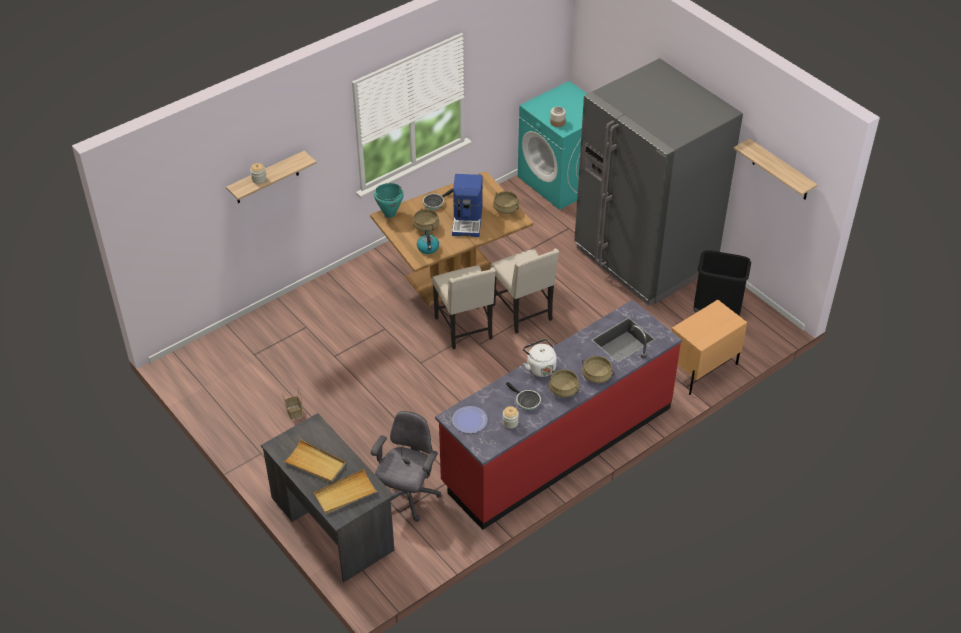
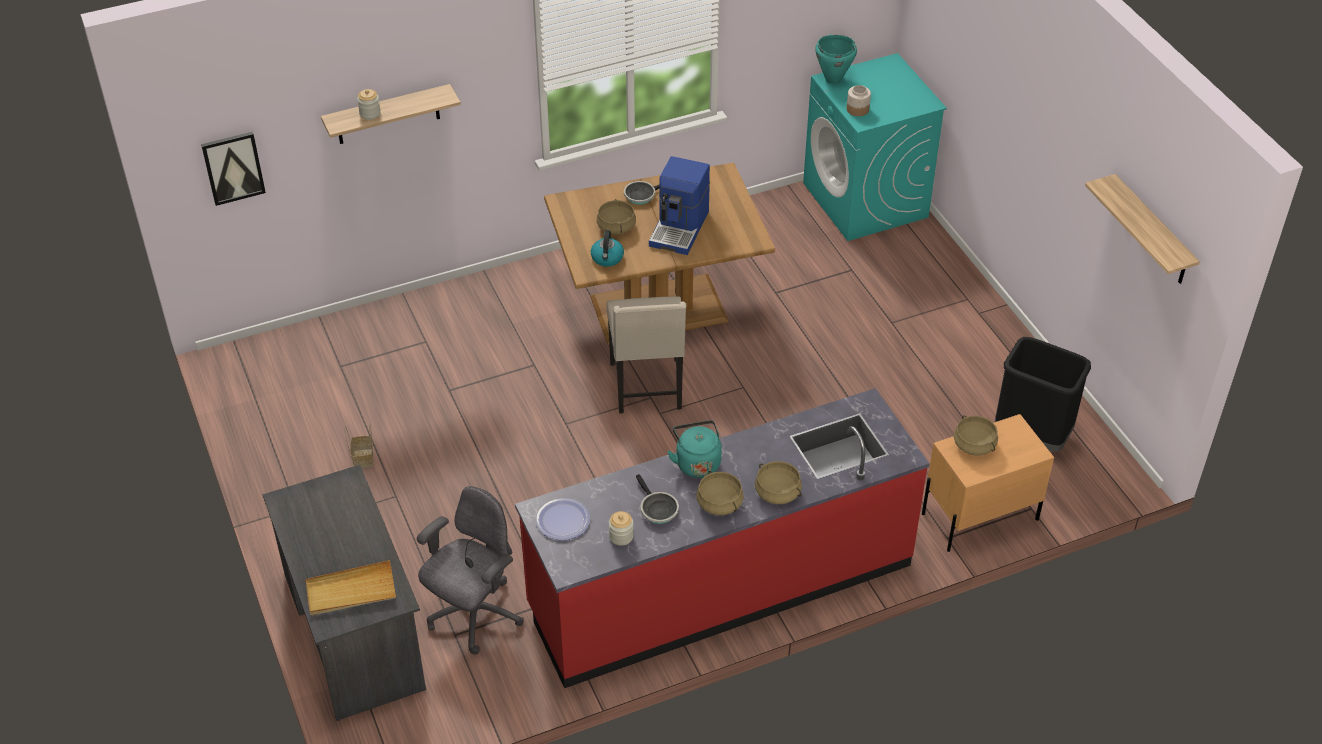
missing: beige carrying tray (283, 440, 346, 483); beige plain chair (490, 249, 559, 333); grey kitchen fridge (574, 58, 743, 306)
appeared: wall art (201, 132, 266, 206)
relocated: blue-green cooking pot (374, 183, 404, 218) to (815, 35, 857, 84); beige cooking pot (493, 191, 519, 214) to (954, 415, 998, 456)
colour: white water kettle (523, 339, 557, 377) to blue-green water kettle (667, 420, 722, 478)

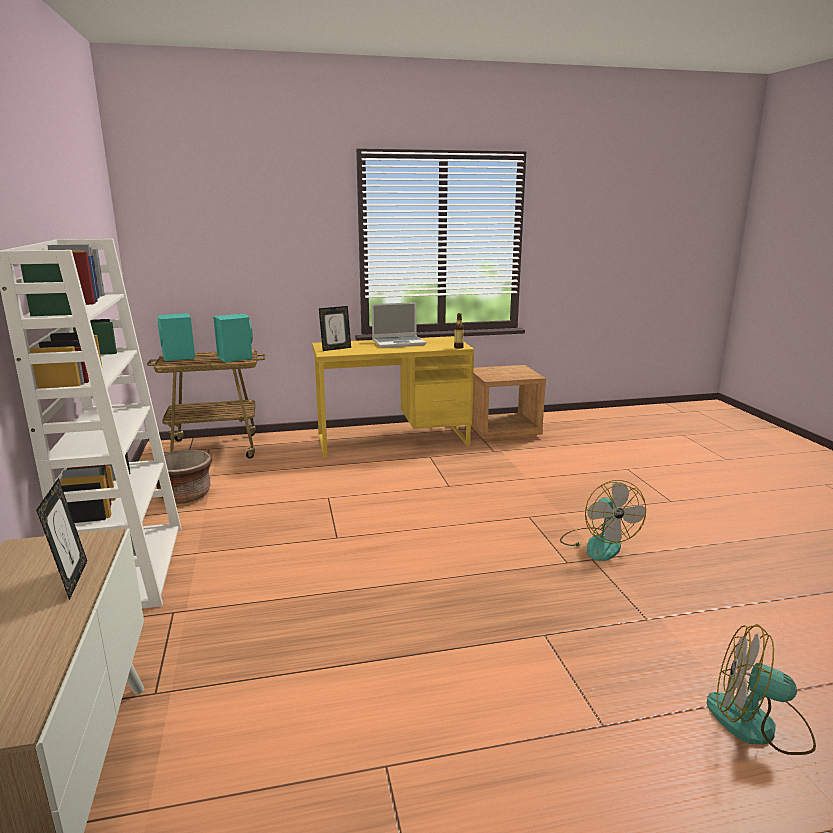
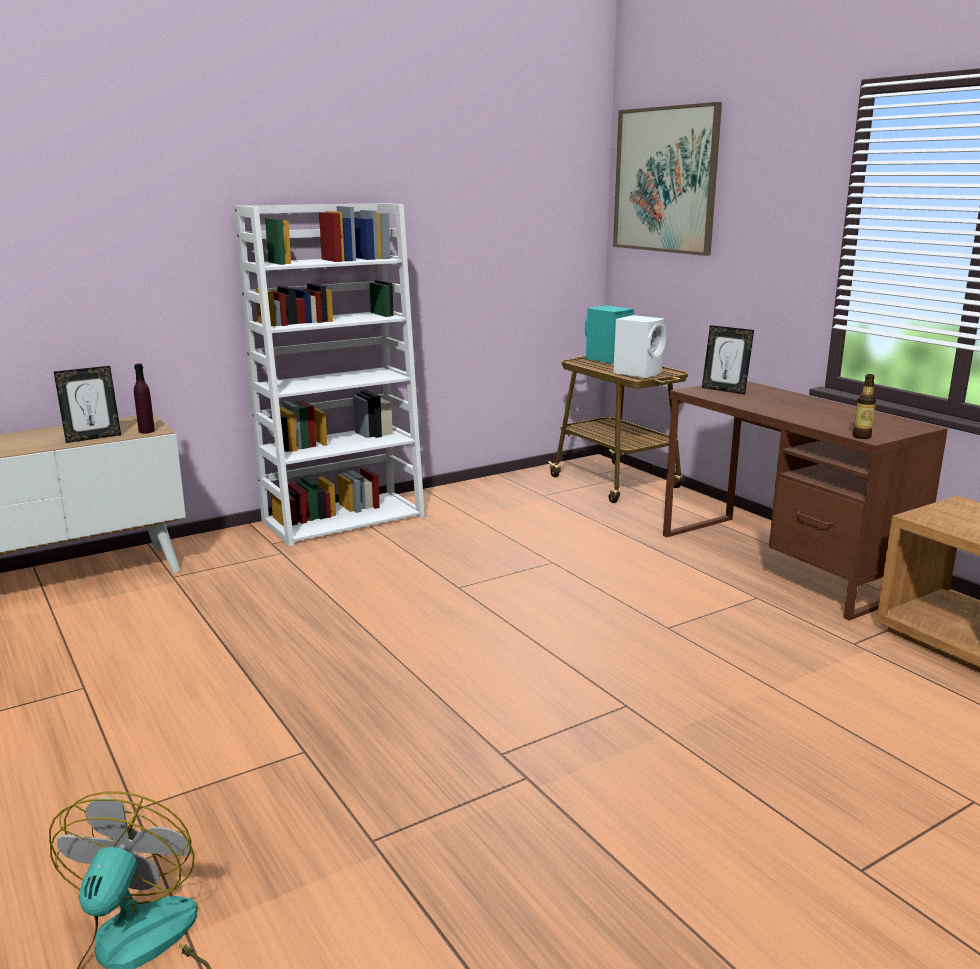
missing: brown-coloured flower pot (153, 450, 212, 503); laptop (372, 302, 426, 348); cooling fan (560, 480, 646, 561)
appeared: purplish beverage bottle (134, 364, 155, 433); wall art (613, 102, 722, 256)
colour: blue-green speaker (213, 314, 253, 362) to white speaker (613, 315, 667, 378); yellow desk (312, 336, 474, 458) to brown-coloured desk (663, 381, 948, 621)

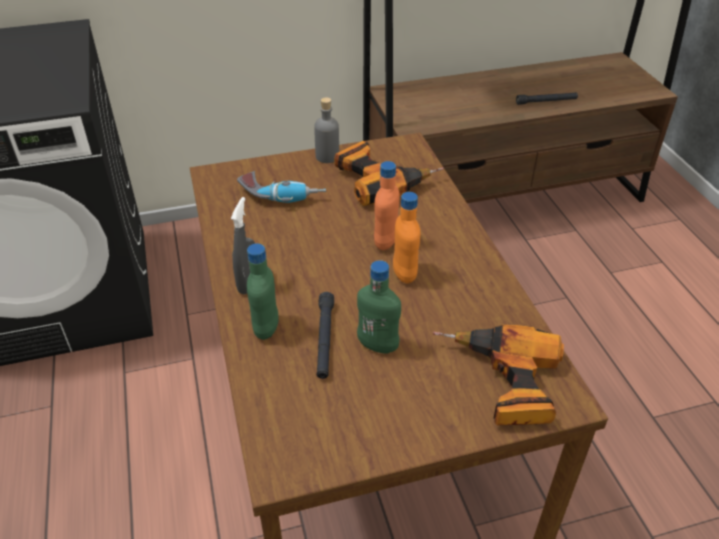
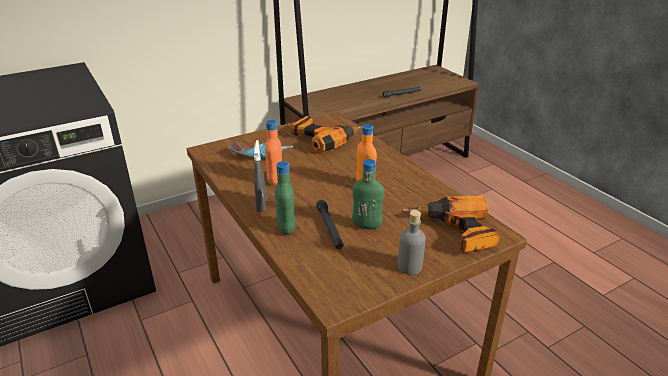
relocated: grey beverage bottle (314, 97, 339, 163) to (398, 210, 426, 275); orangey beverage bottle (374, 161, 399, 250) to (265, 120, 282, 186)

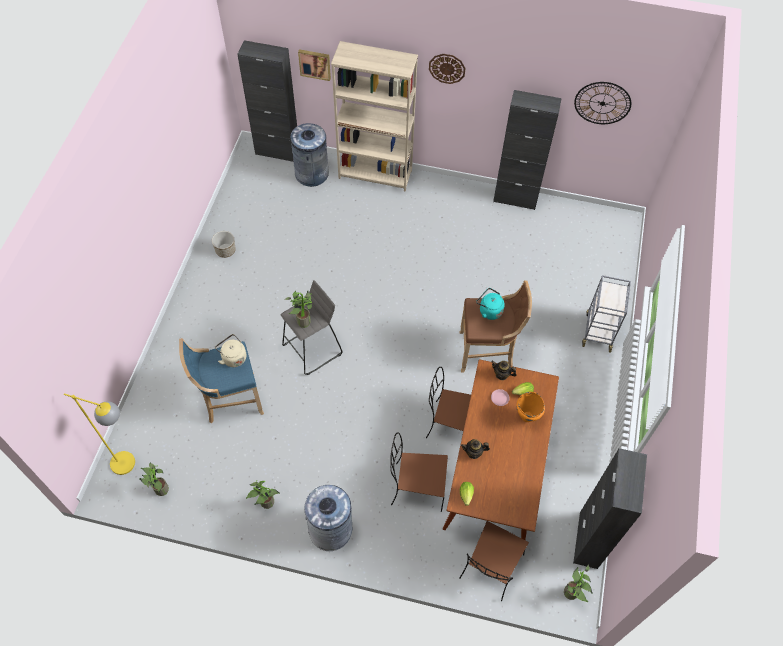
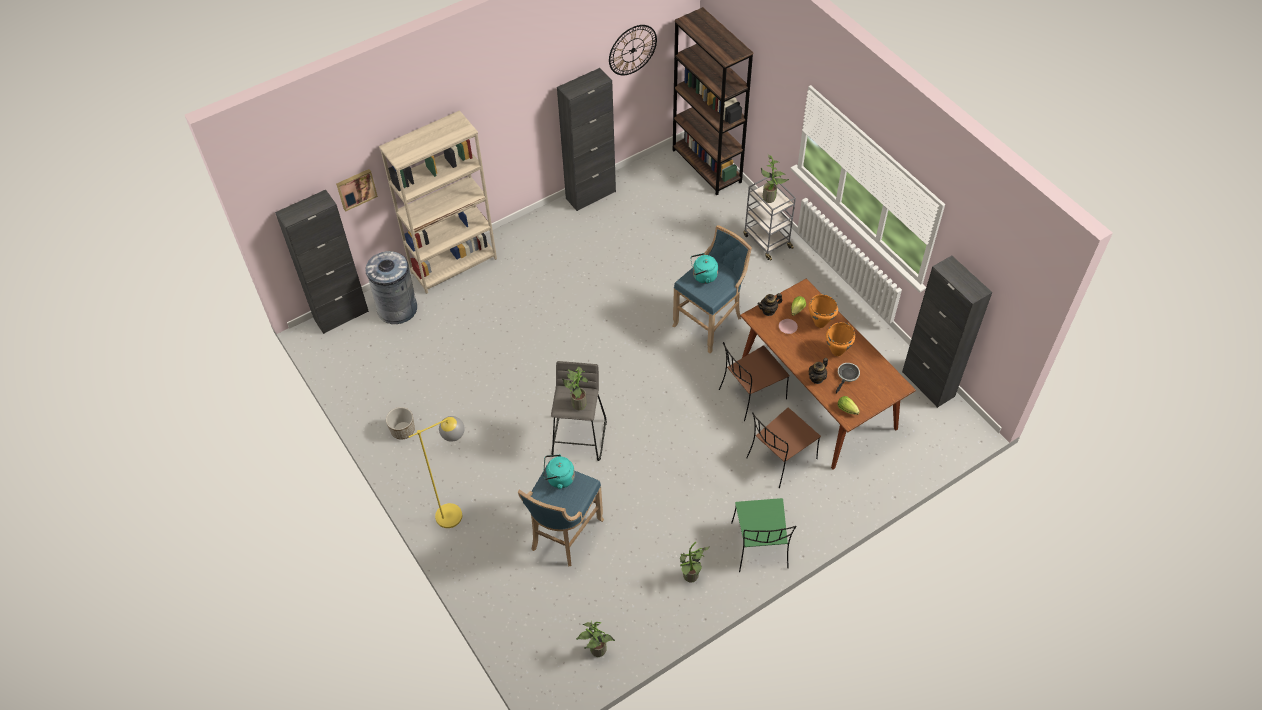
missing: hanging clock (429, 54, 465, 84); brown-coloured plain chair (460, 521, 529, 601)
appeared: brown-coloured bookcase (673, 7, 753, 195); orangey cooking pot (826, 322, 855, 356); frying pan (836, 363, 860, 394)
relocated: yellow standard lamp (64, 393, 135, 475) to (408, 416, 465, 528); plant in a pot (564, 564, 593, 603) to (761, 154, 789, 203)
exchanged: grey waste bin (304, 485, 352, 551) to green plain chair (731, 498, 796, 572)
colour: beige water kettle (215, 334, 246, 367) to blue-green water kettle (543, 454, 575, 489); brown-coloured sitting stool (459, 280, 532, 373) to bluish sitting stool (672, 225, 752, 354)

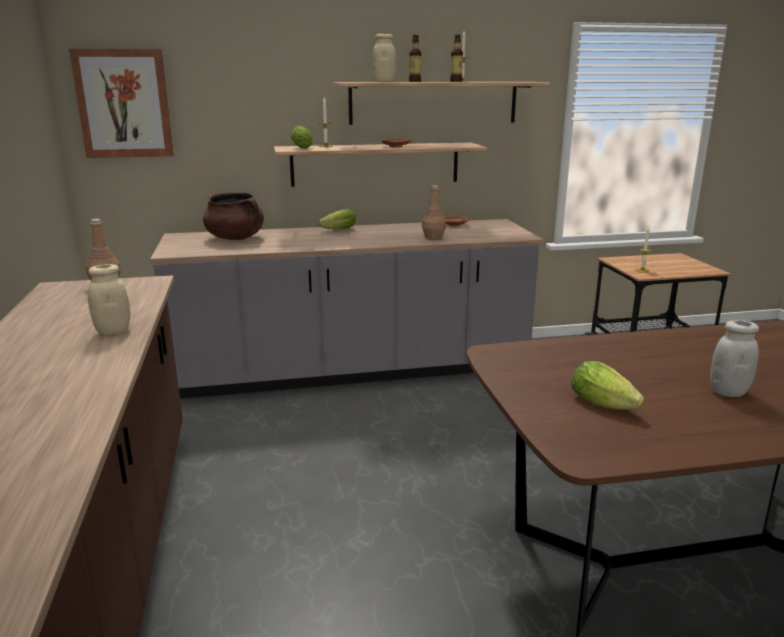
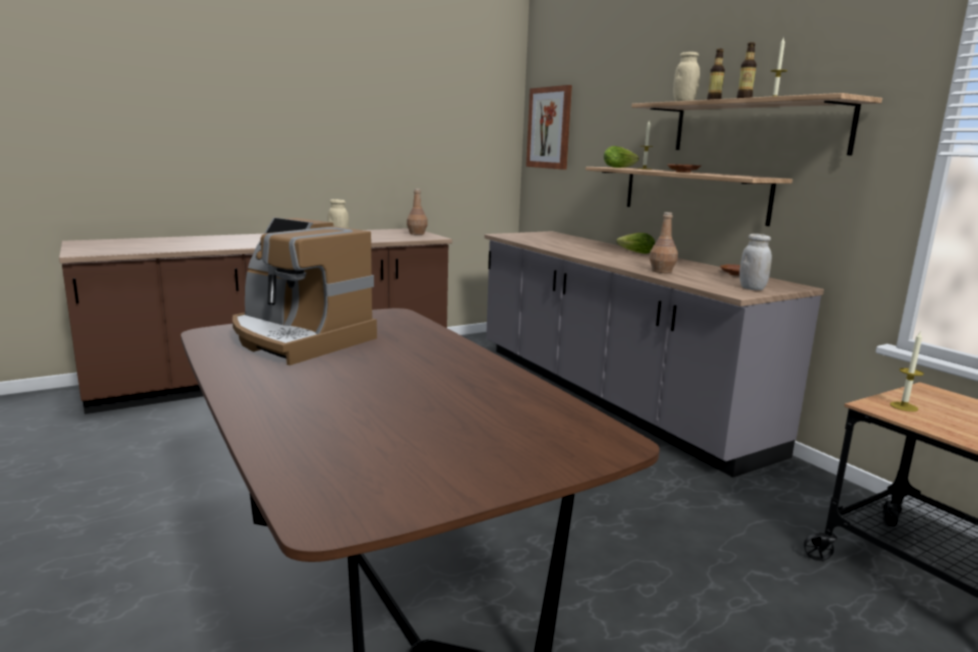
missing: brown-coloured cooking pot (203, 193, 264, 240)
relocated: white preserve jar (710, 320, 759, 397) to (739, 234, 772, 290)
exchanged: head of lettuce (571, 361, 644, 410) to coffee brewer (232, 218, 377, 365)

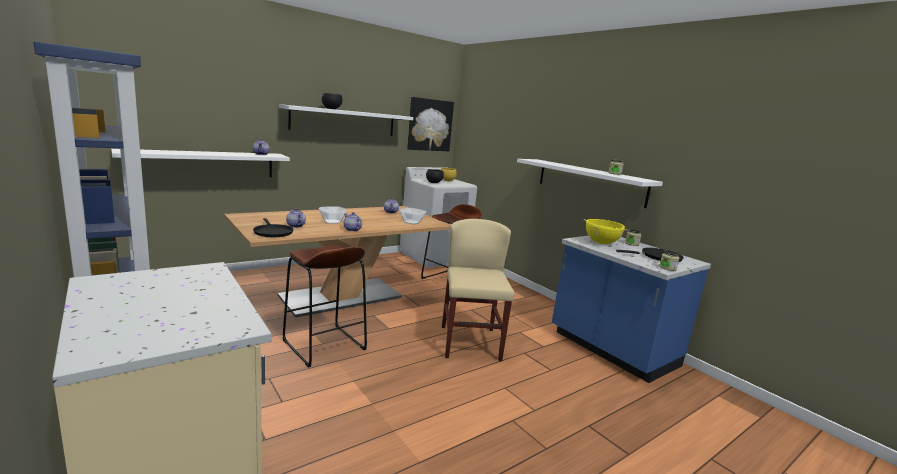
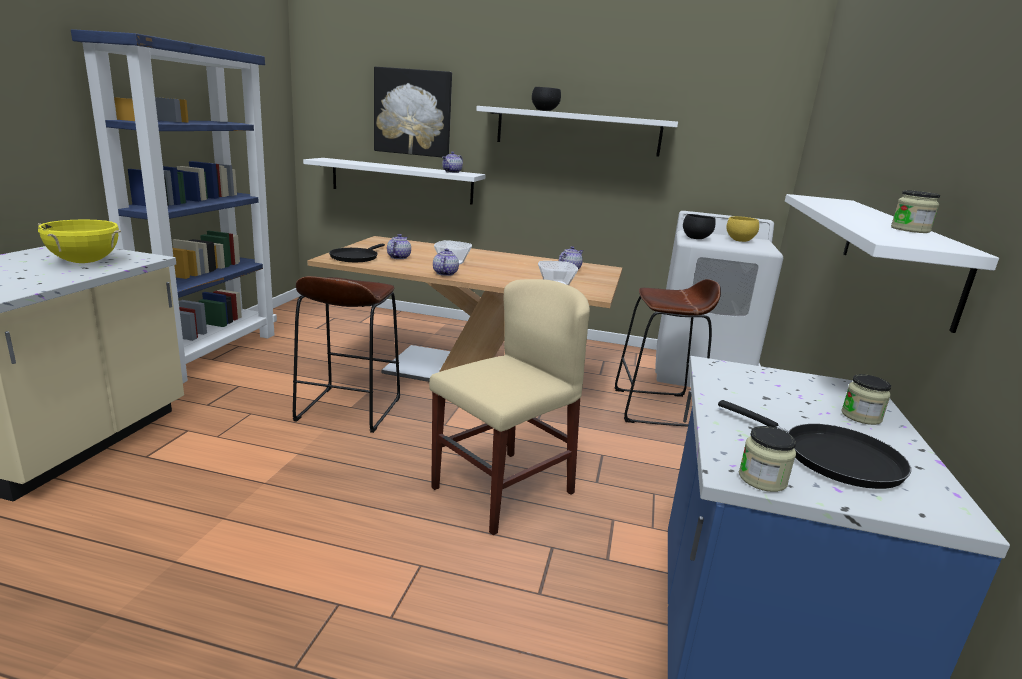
relocated: wall art (407, 97, 454, 151) to (374, 67, 452, 157); yellow cooking pot (584, 219, 629, 244) to (37, 219, 121, 263)

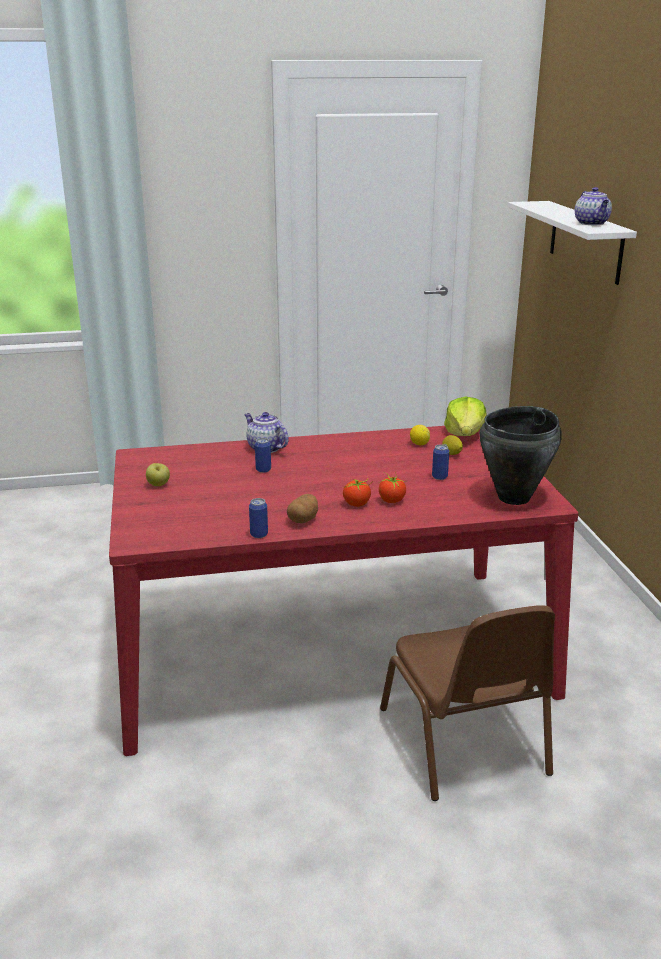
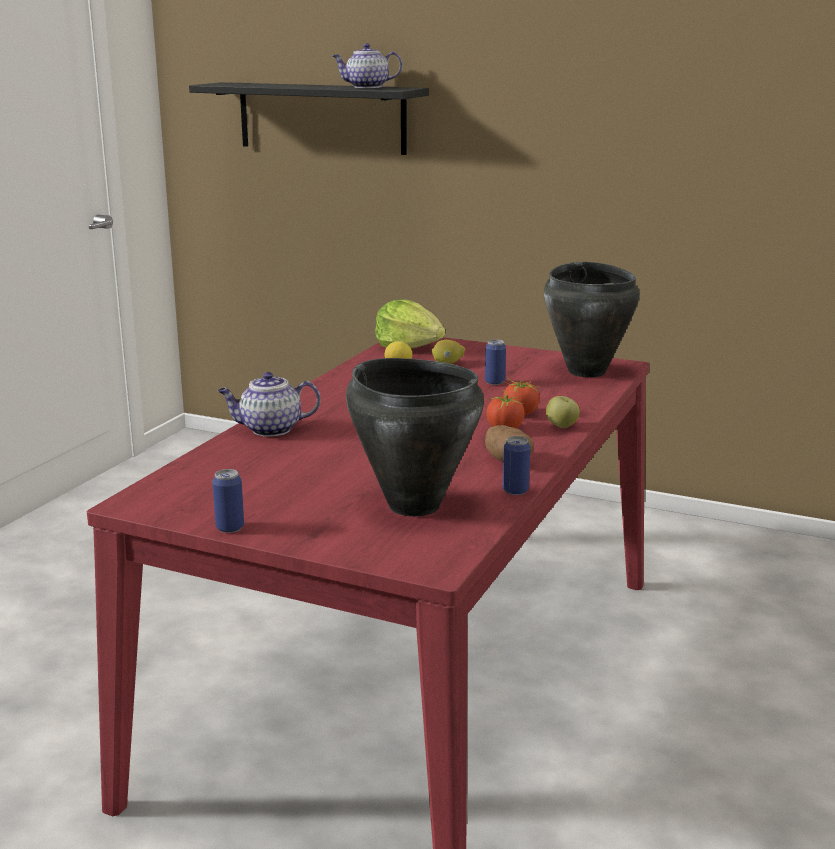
missing: brown-coloured plain chair (380, 605, 555, 801)
appeared: black cooking pot (346, 358, 484, 516)
relocated: apple fruit (146, 463, 170, 486) to (546, 396, 580, 428); metal can (255, 438, 271, 473) to (212, 469, 244, 533)
colour: white bracket shelf (508, 201, 637, 285) to black bracket shelf (189, 82, 429, 155)
spun: pot for tea (575, 187, 612, 225) = (332, 43, 402, 88) 150 degrees clockwise

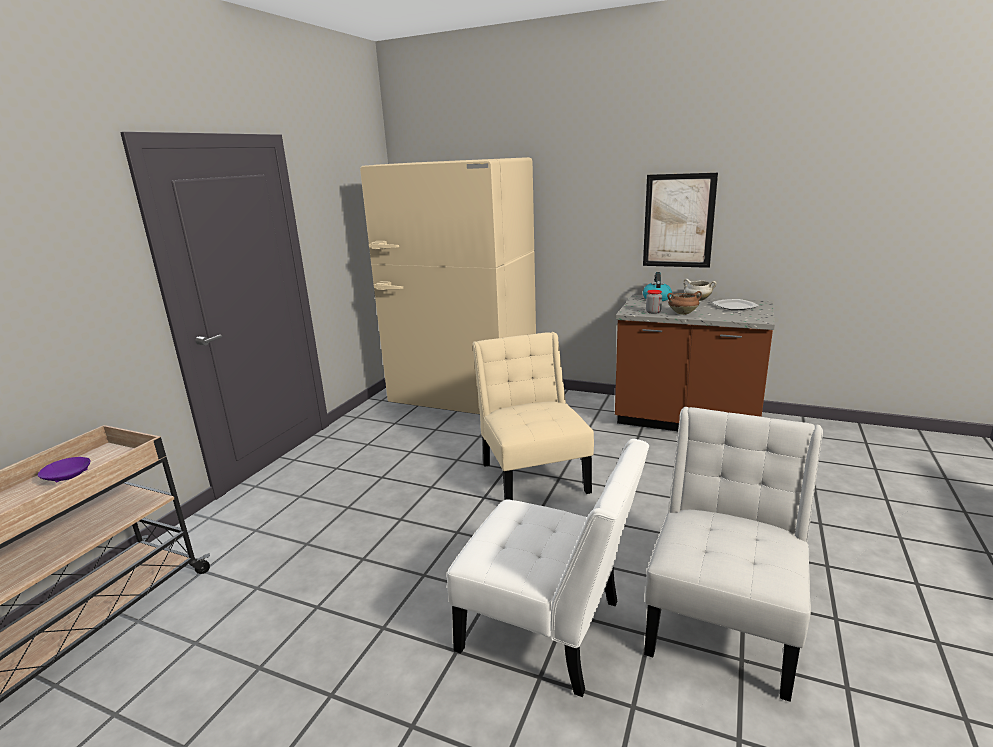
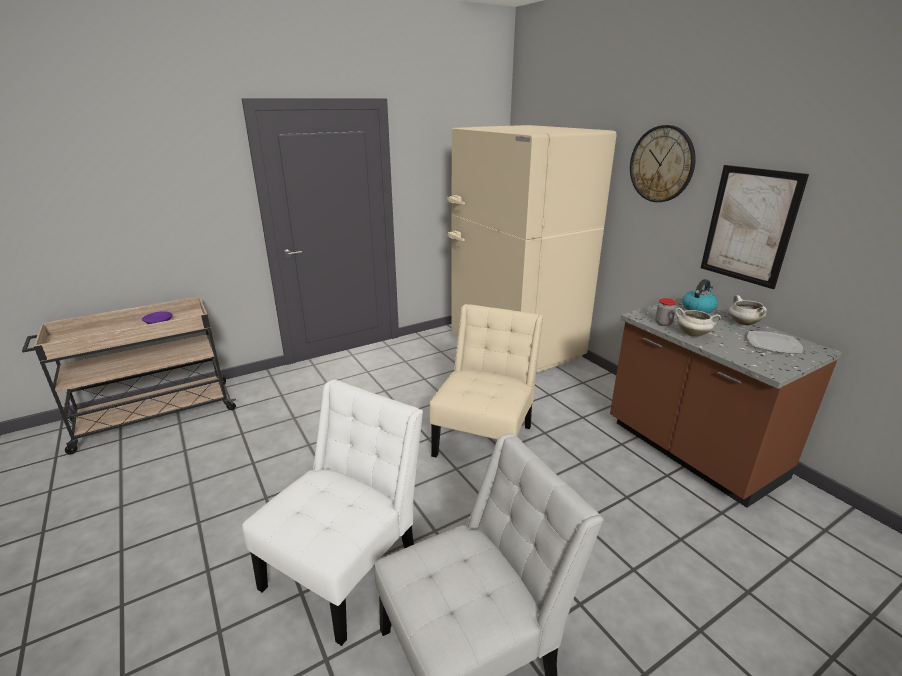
appeared: hanging clock (630, 125, 696, 202)
colour: brown-coloured cooking pot (667, 291, 702, 315) to white cooking pot (675, 308, 721, 337)
spun: white plain chair (447, 439, 649, 697) = (242, 380, 423, 646) 120 degrees counterclockwise

